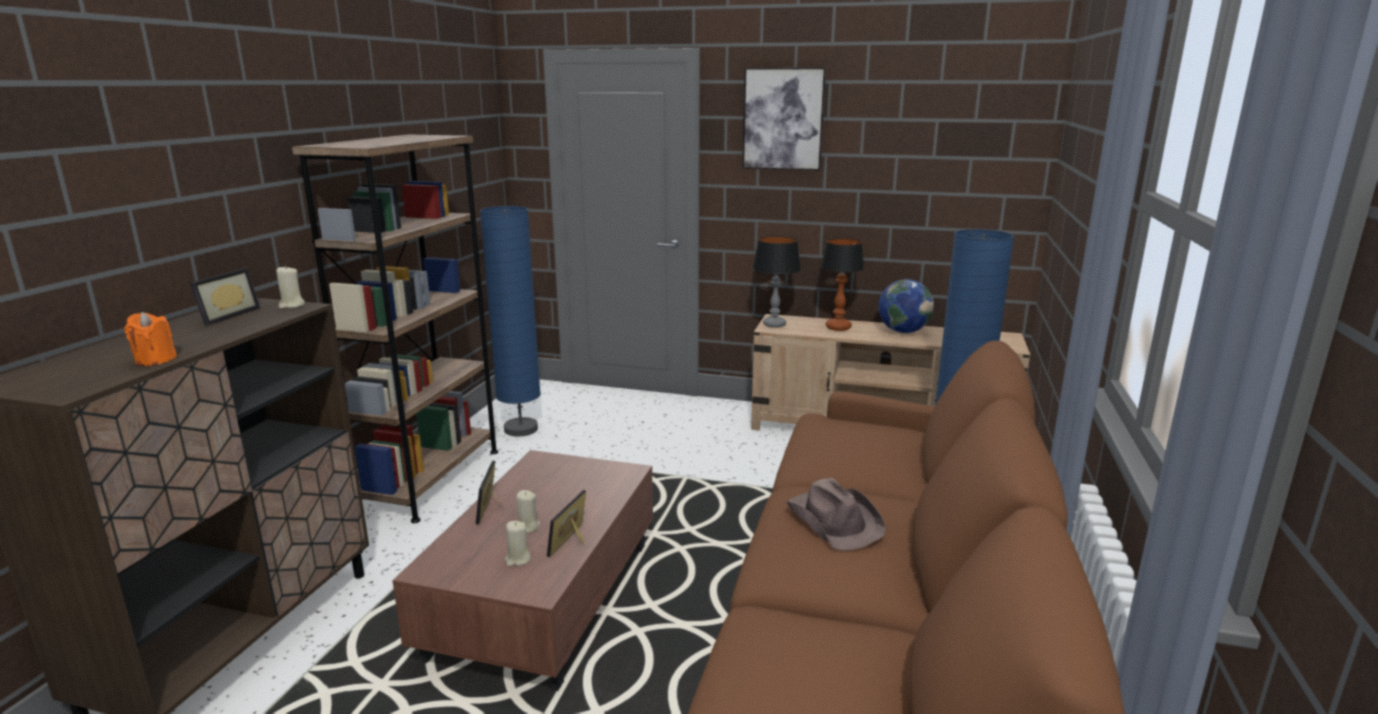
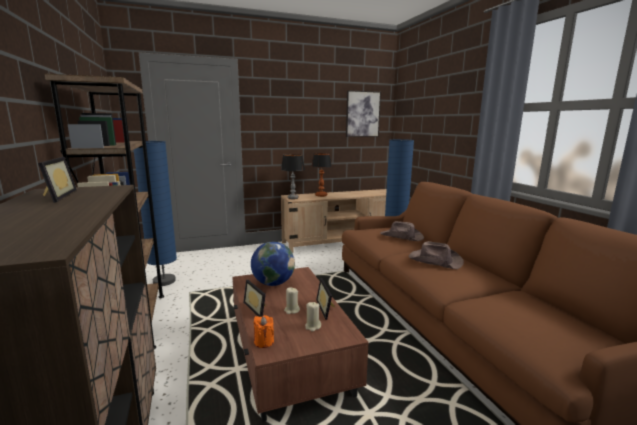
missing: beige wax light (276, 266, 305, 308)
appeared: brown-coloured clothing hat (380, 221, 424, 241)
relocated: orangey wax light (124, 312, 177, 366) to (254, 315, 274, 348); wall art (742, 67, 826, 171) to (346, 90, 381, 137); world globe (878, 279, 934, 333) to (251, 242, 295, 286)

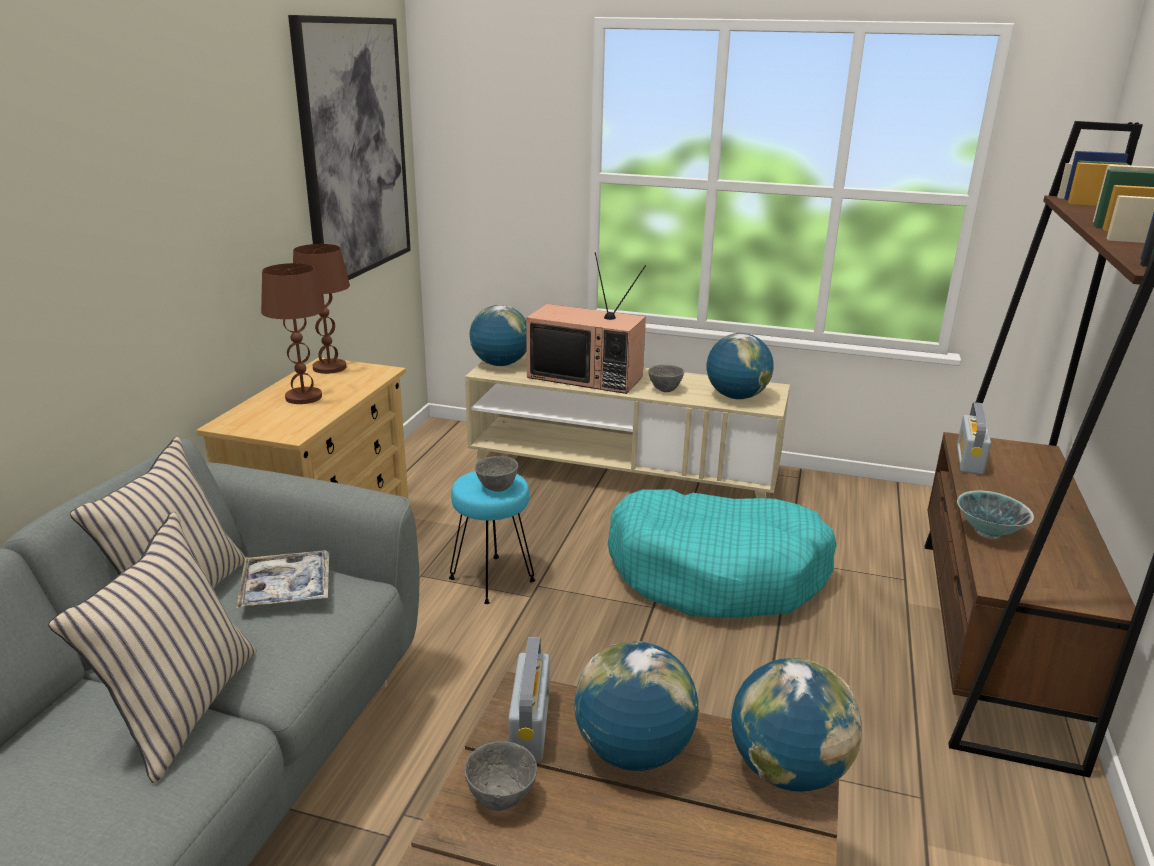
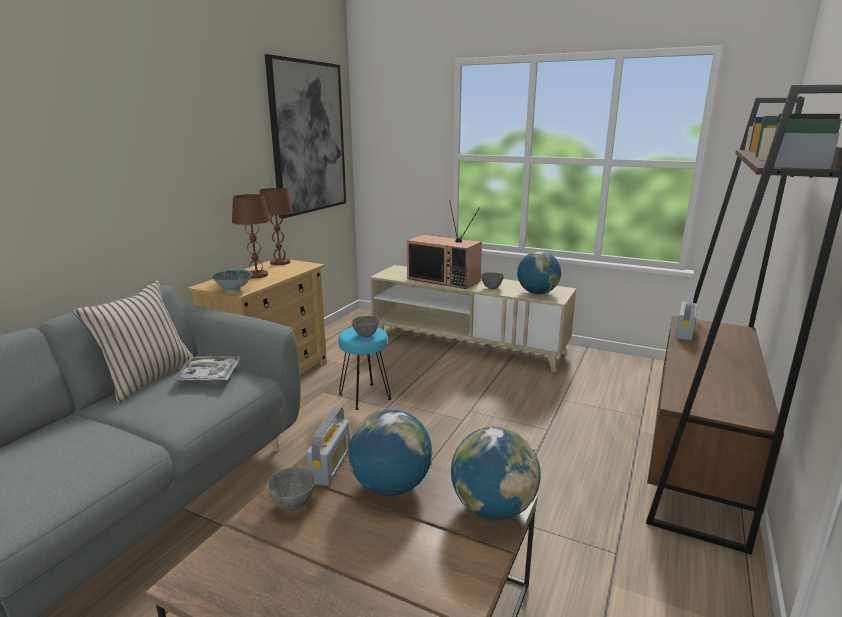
missing: beige pillow (48, 511, 257, 783); world globe (469, 305, 527, 366); blue-green dog cushion (608, 489, 837, 618)
relocated: deep dish (957, 491, 1034, 539) to (211, 269, 252, 292)

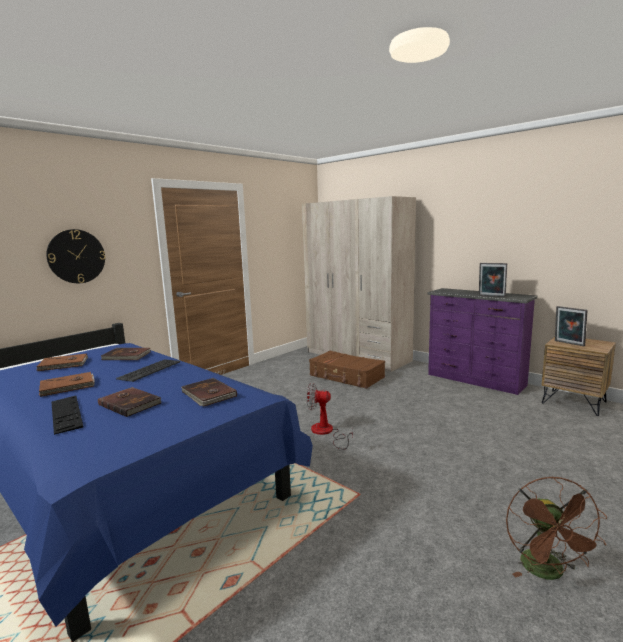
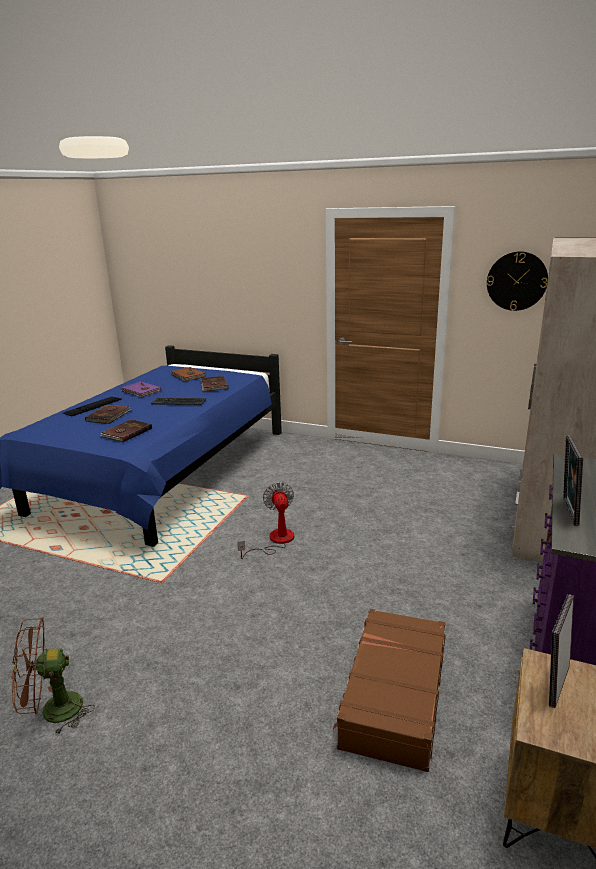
relocated: hanging clock (46, 229, 105, 283) to (487, 251, 548, 311); brown-coloured suitcase (309, 351, 385, 389) to (333, 609, 445, 772)
colour: brown-coloured volume (39, 372, 95, 397) to purplish volume (121, 381, 161, 398)

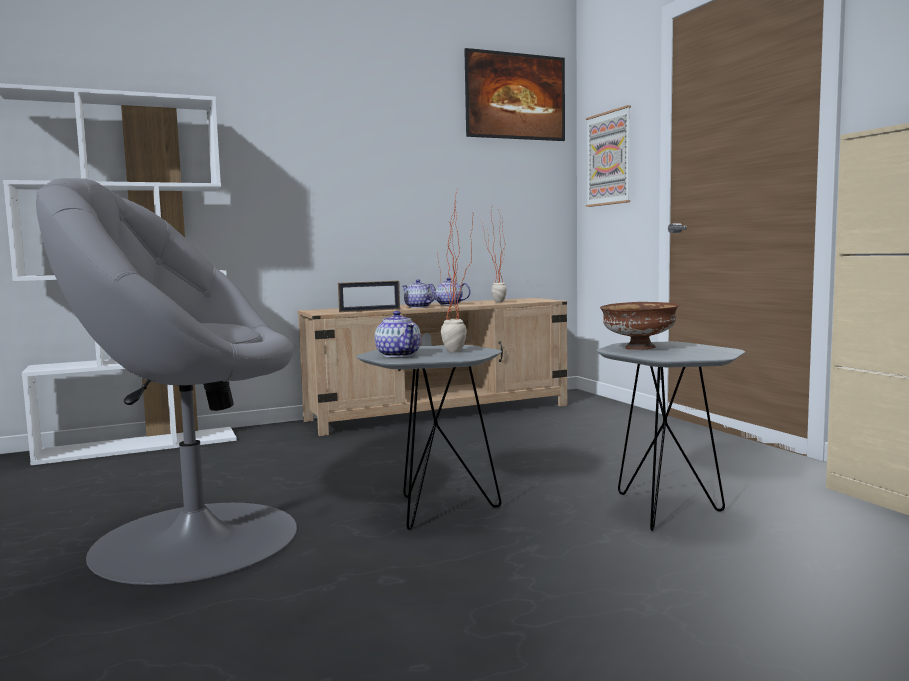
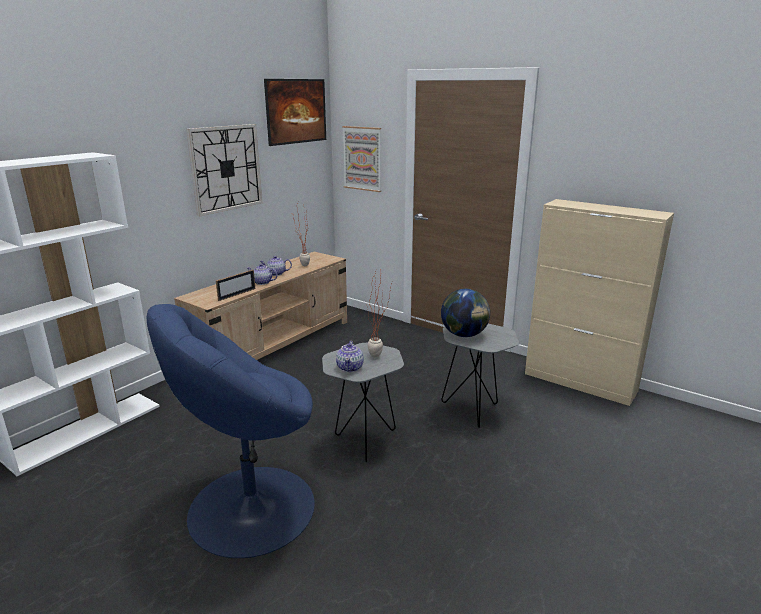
appeared: hanging clock (186, 124, 262, 217)
exchanged: brown-coloured deep dish (600, 302, 679, 350) to world globe (441, 289, 490, 337)
colour: grey lounge chair (36, 178, 297, 585) to bluish lounge chair (147, 304, 315, 558)
spun: pot for tea (375, 311, 421, 357) = (336, 341, 364, 372) 60 degrees clockwise

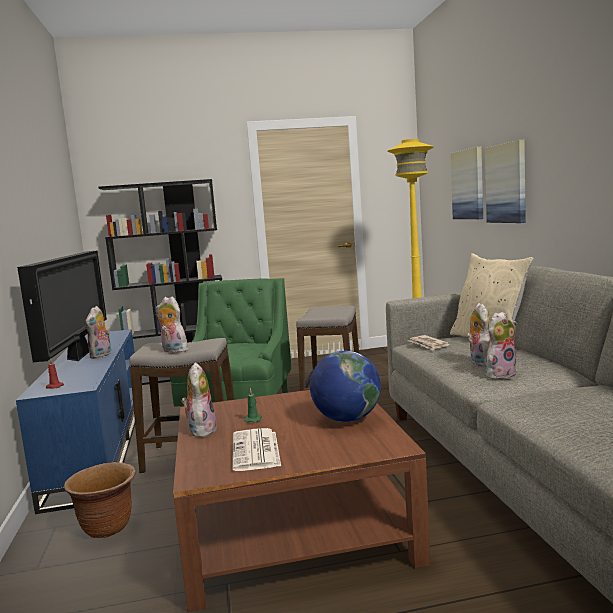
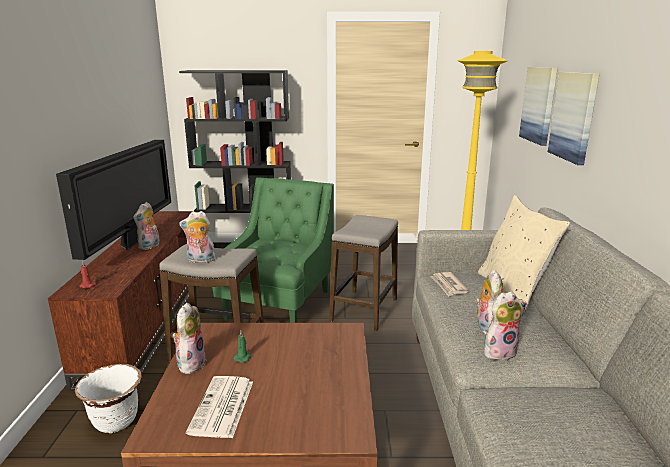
missing: world globe (310, 351, 381, 422)
colour: bluish tv stand (16, 329, 135, 514) to brown-coloured tv stand (48, 211, 196, 391); brown-coloured flower pot (64, 462, 136, 538) to white flower pot (75, 364, 142, 433)
spun: plush toy (156, 297, 188, 353) = (179, 211, 215, 263) 45 degrees counterclockwise

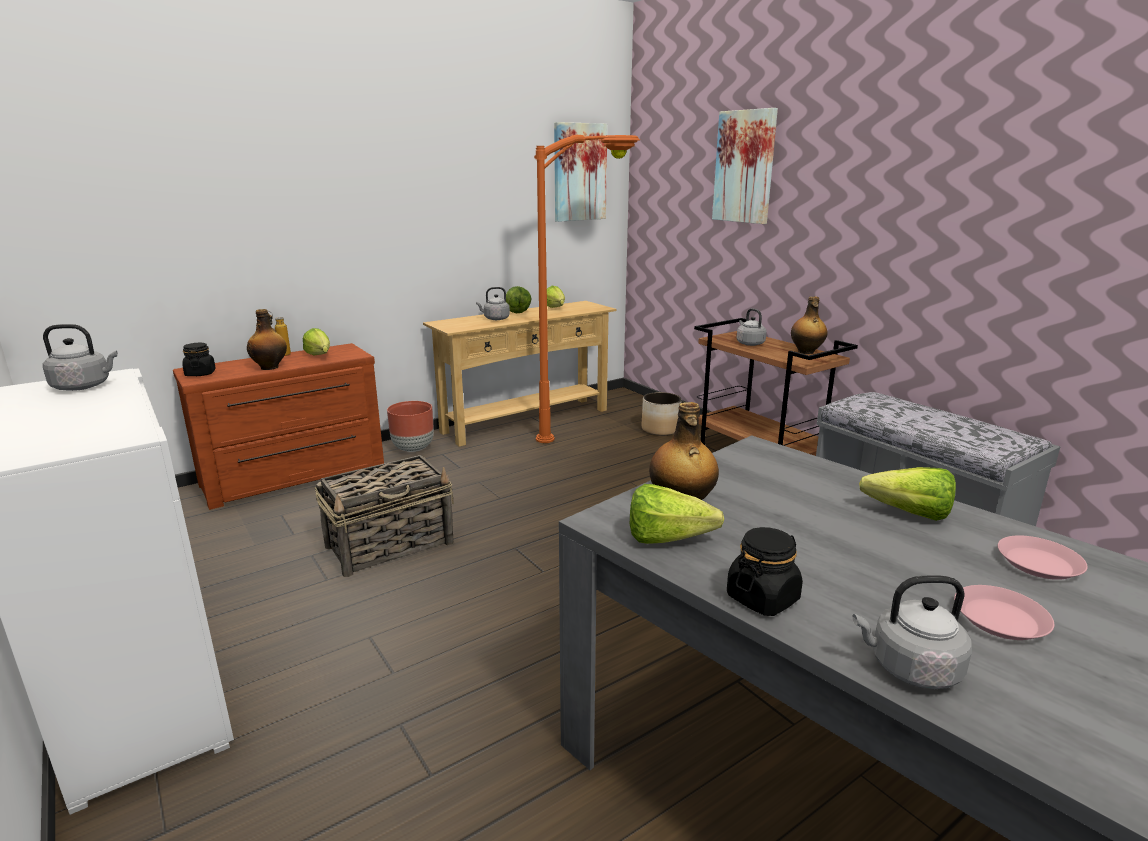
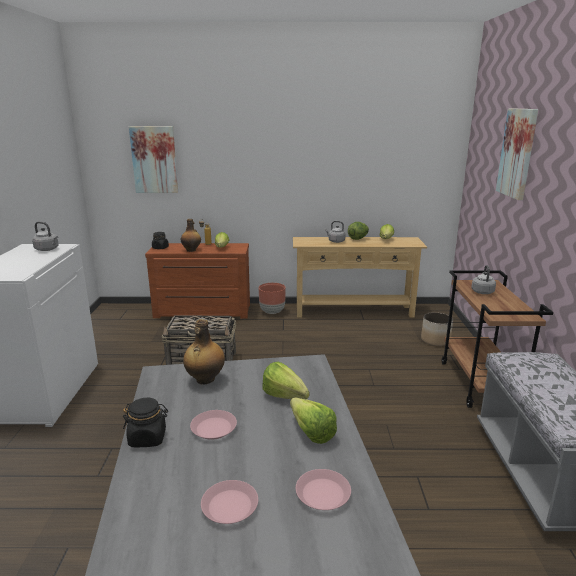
missing: orangey standard lamp (534, 135, 640, 443); beverage bottle (791, 297, 828, 354); grey water kettle (852, 575, 972, 689)
appeared: pink-coloured flat dish (190, 410, 237, 440)
relocated: wall art (554, 122, 607, 222) to (129, 126, 178, 193); head of lettuce (630, 484, 724, 544) to (262, 361, 310, 399)

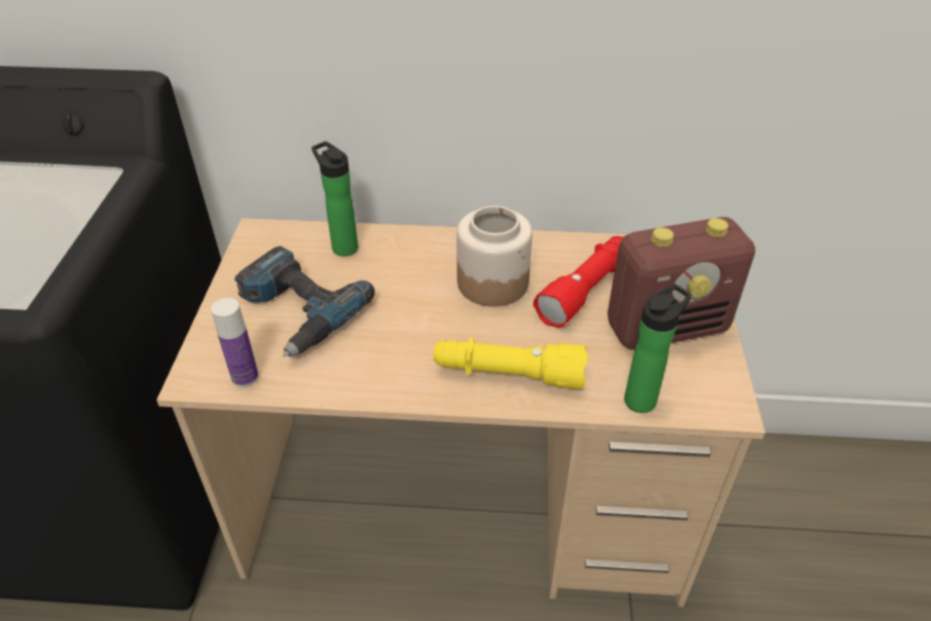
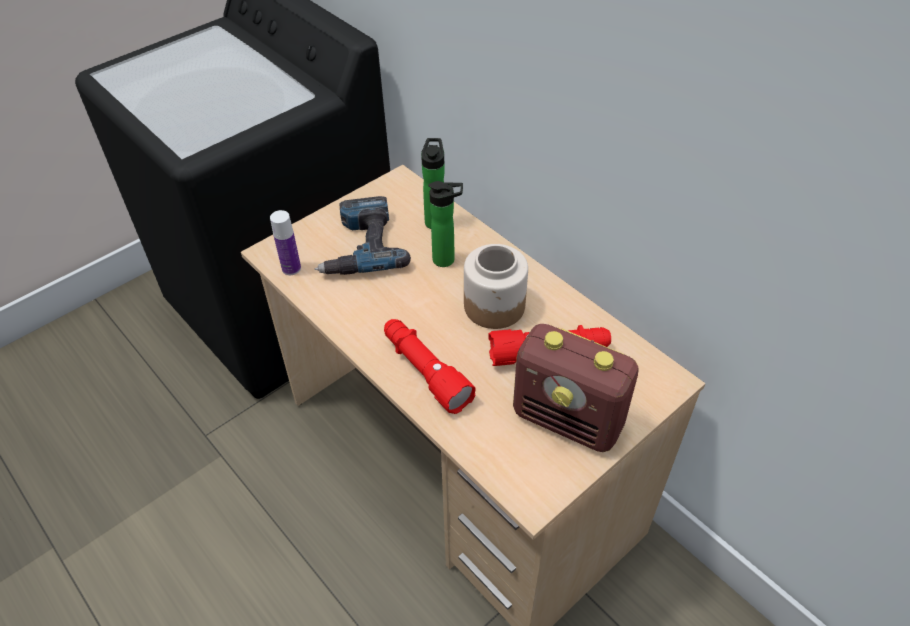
relocated: beverage bottle (624, 284, 692, 413) to (428, 181, 463, 267)
colour: yellow flashlight (433, 337, 588, 389) to red-coloured flashlight (384, 319, 476, 414)

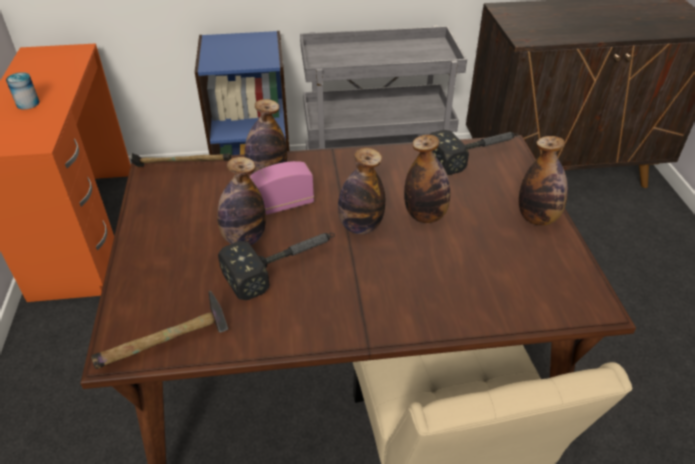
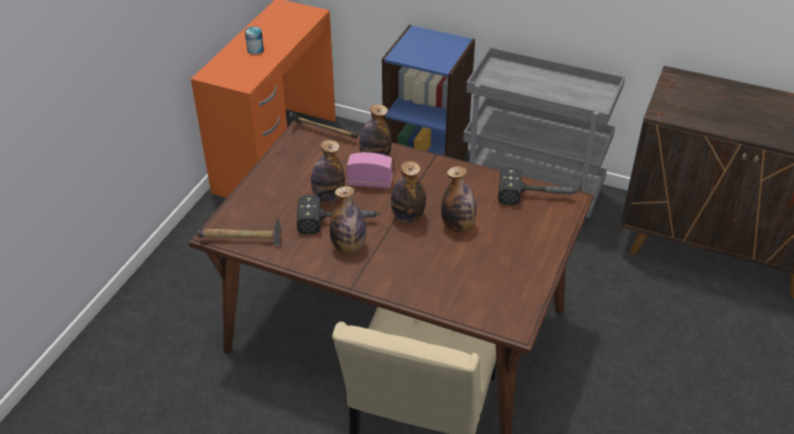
relocated: beverage bottle (519, 136, 568, 226) to (330, 186, 366, 254)

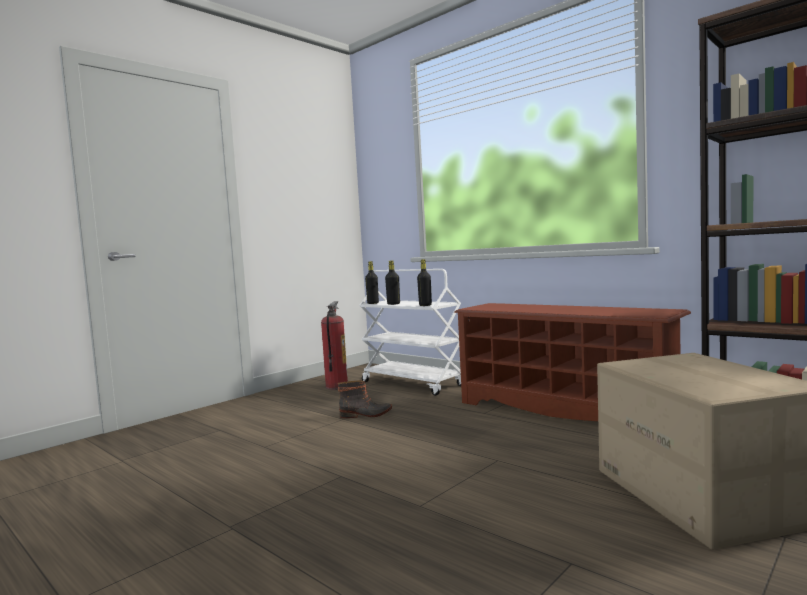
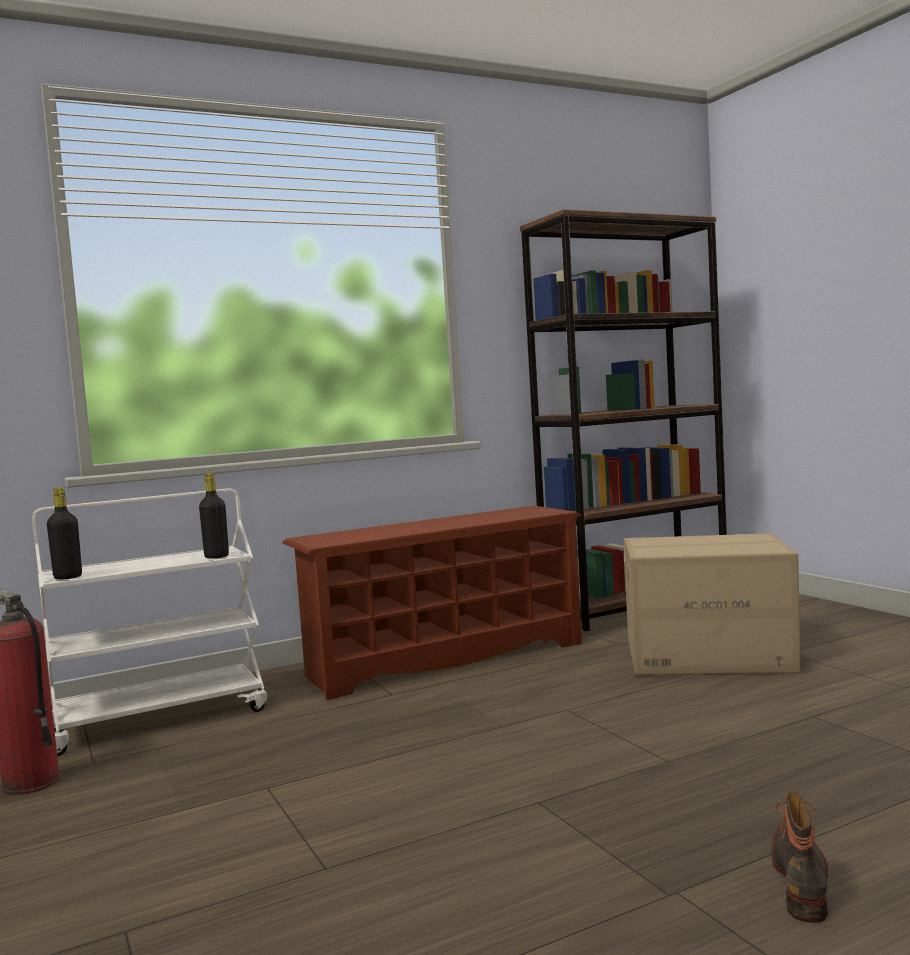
missing: black beverage bottle (385, 261, 400, 305)
relocated: high-top boot (338, 380, 392, 418) to (771, 792, 828, 923)

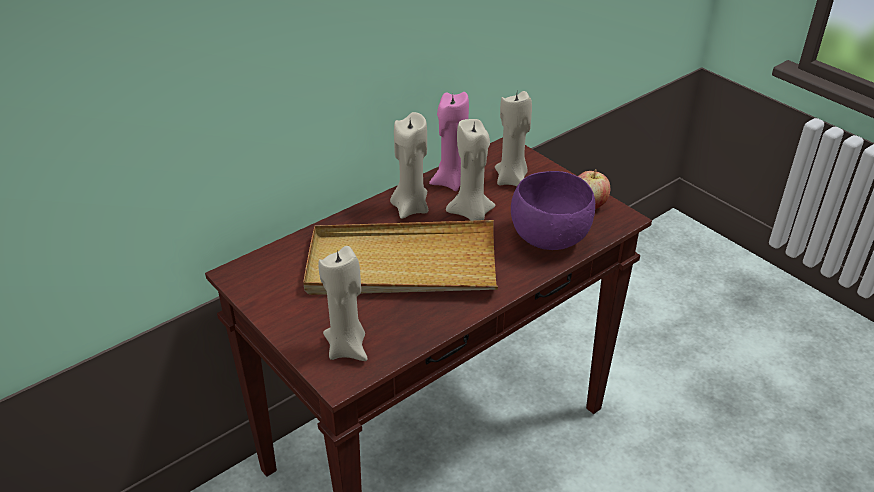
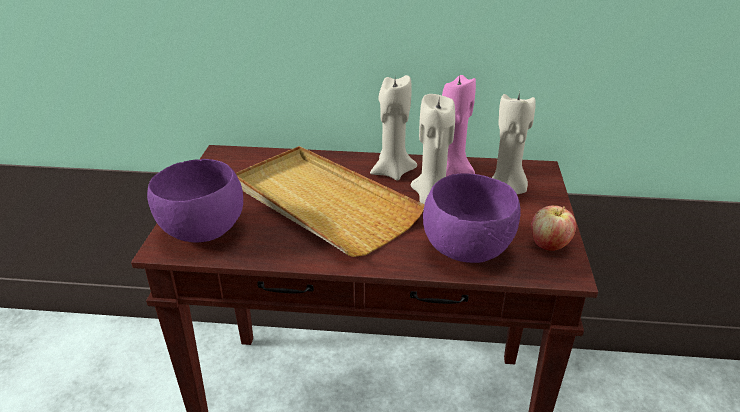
exchanged: beige wax light (318, 246, 368, 361) to purplish deep dish (147, 159, 243, 243)

